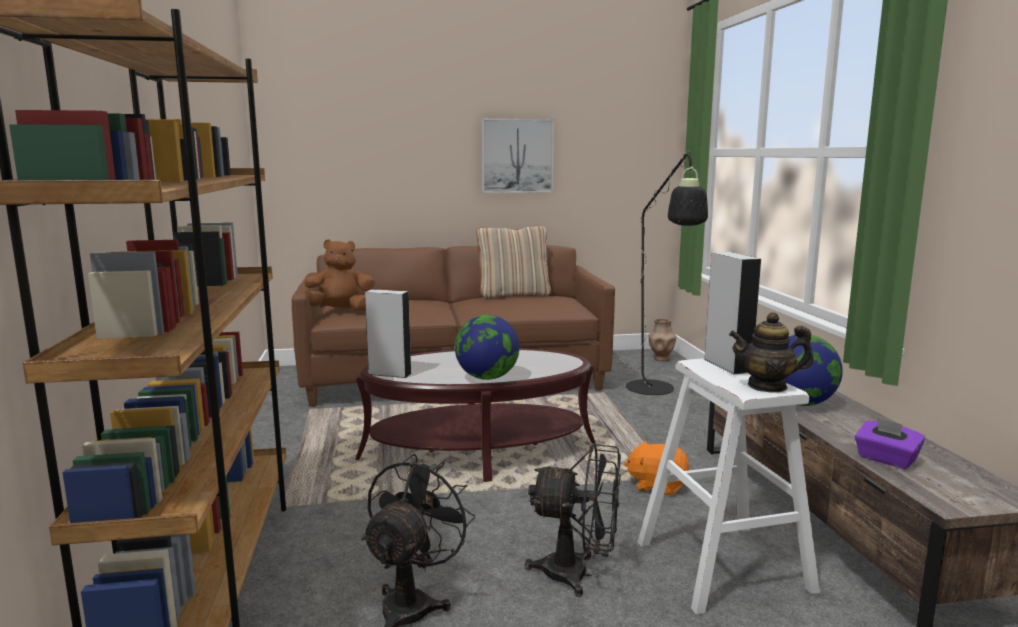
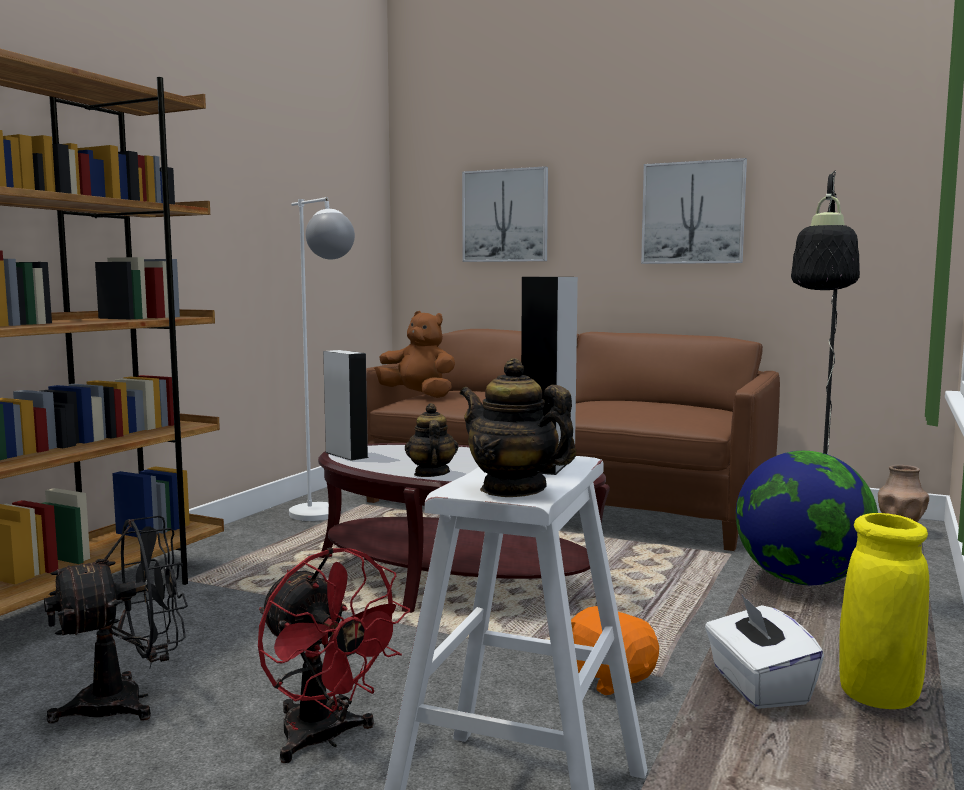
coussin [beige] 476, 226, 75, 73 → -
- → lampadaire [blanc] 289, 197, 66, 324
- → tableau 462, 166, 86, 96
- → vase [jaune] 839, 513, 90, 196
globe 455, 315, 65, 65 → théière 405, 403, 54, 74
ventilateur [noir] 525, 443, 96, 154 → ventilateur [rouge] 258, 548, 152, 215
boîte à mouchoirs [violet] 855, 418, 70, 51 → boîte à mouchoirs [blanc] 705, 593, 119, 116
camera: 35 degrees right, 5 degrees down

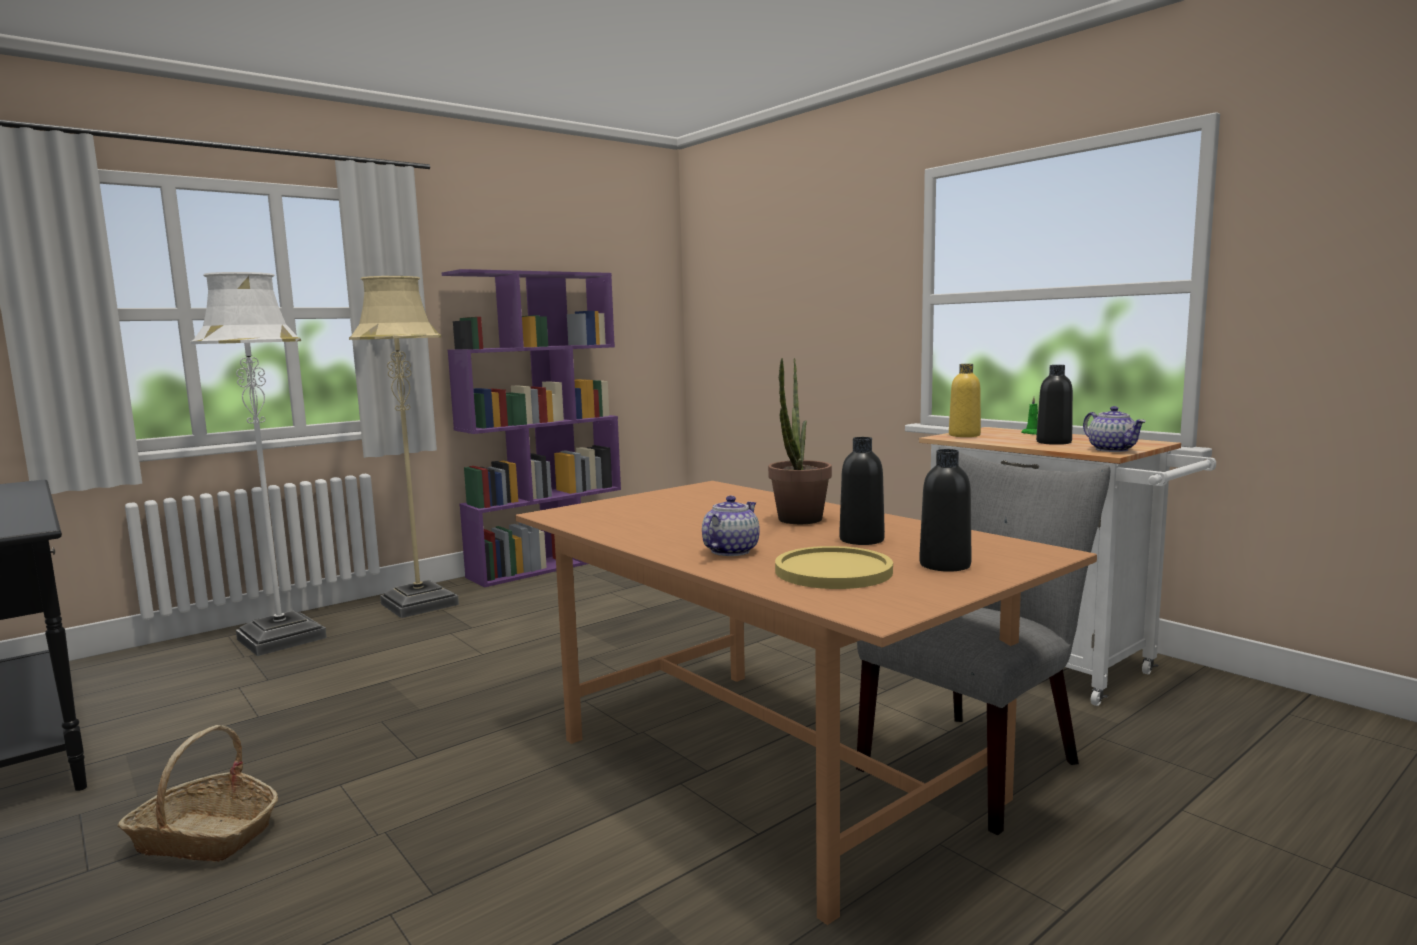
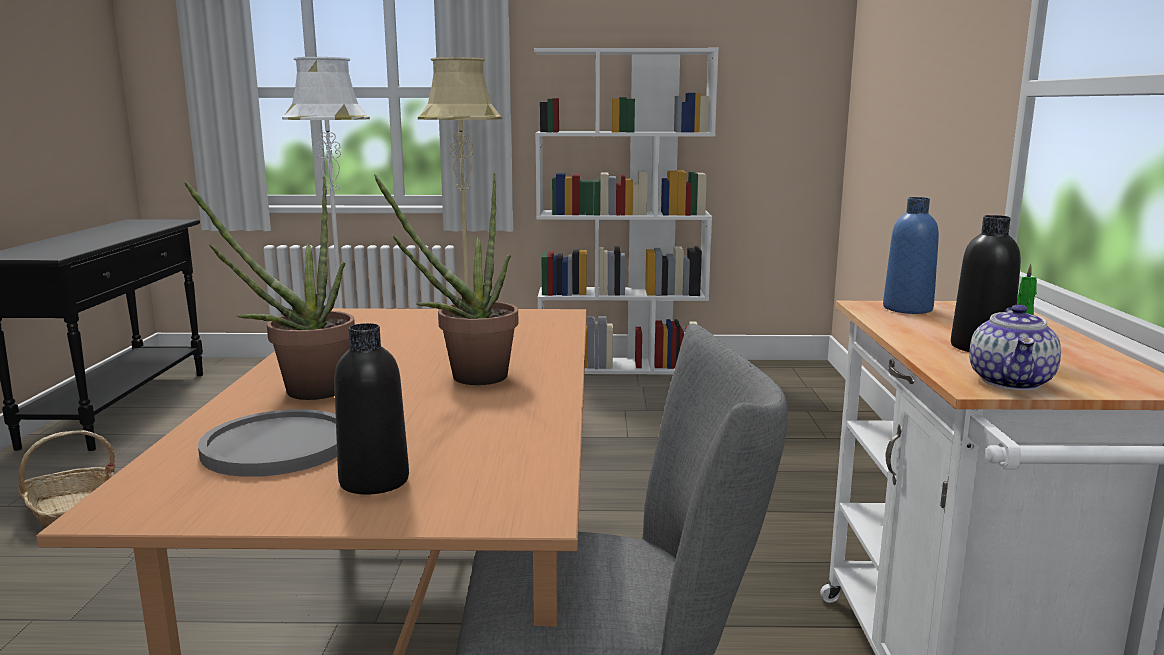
bouteille [noir] 840, 437, 45, 108 → -
théière 702, 496, 58, 60 → plante en pot 183, 177, 172, 223
bibliothèque [violet] 442, 269, 179, 318 → bibliothèque [blanc] 534, 48, 185, 326
assiette [jaune] 775, 546, 118, 43 → assiette [gris] 198, 409, 139, 68
bouteille [jaune] 949, 364, 32, 73 → bouteille [bleu] 883, 197, 56, 117
camera: 40 degrees right, 5 degrees up

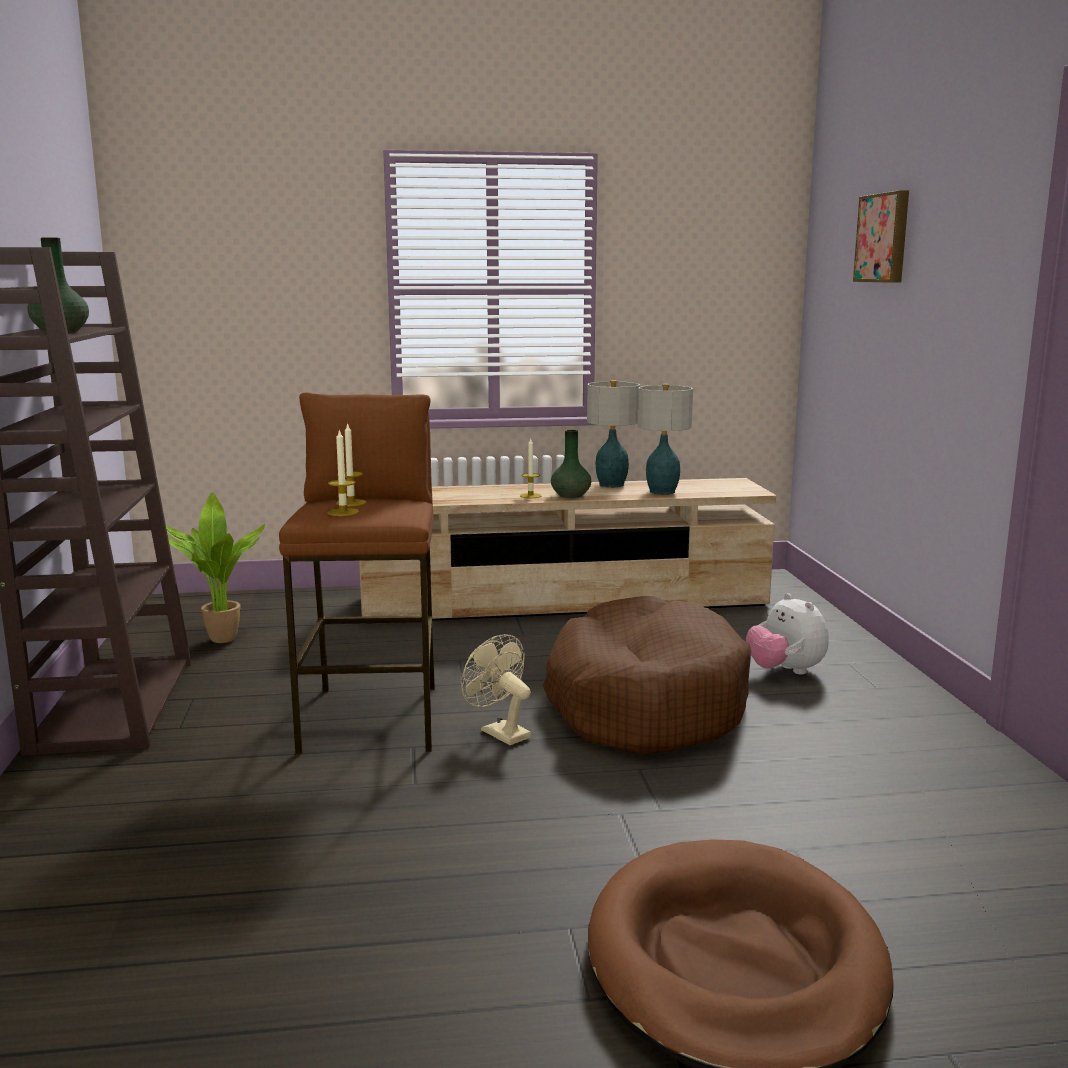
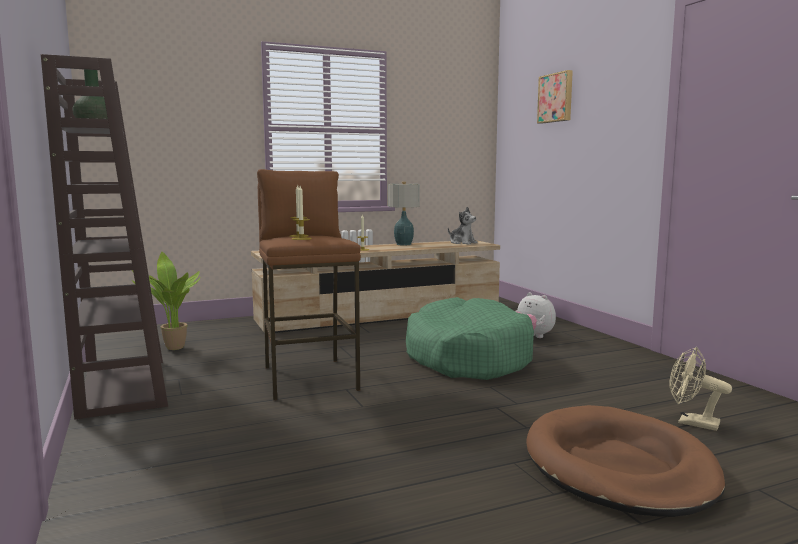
vase [vert] 551, 430, 40, 68 → -
lampe de table 637, 384, 56, 111 → -
- → peluche 448, 206, 30, 39
ventilateur [beige] 461, 634, 70, 111 → ventilateur [beige] 669, 347, 63, 84, shifted
panier pour chien [marron] 543, 596, 208, 159 → panier pour chien [vert] 406, 297, 128, 83
camera: 15 degrees left, 5 degrees down

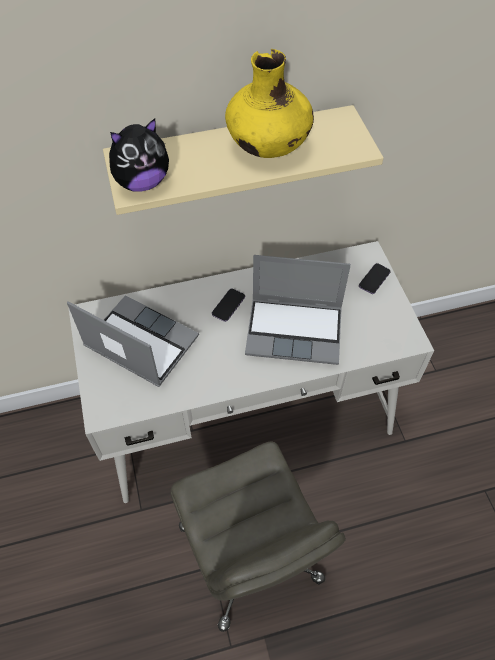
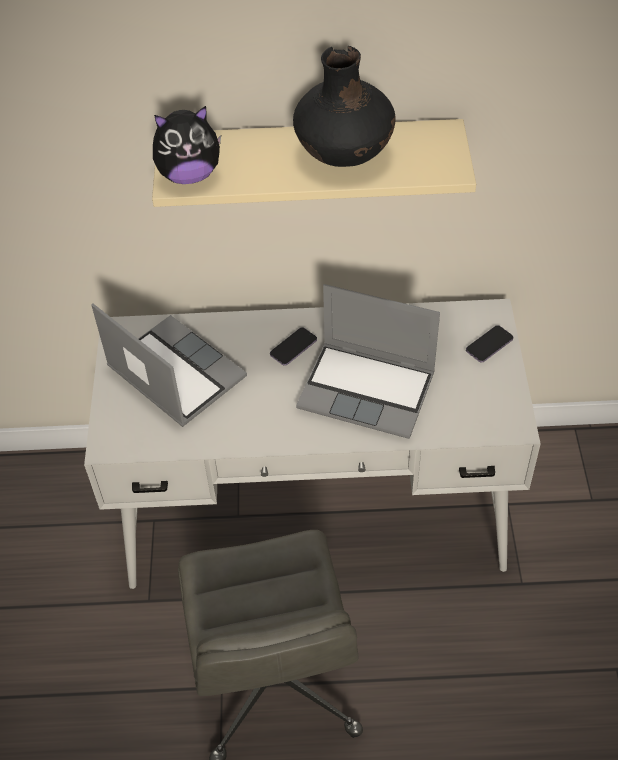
vase [jaune] 225, 49, 89, 109 → vase [noir] 293, 46, 103, 121
camera: 15 degrees right, 5 degrees down

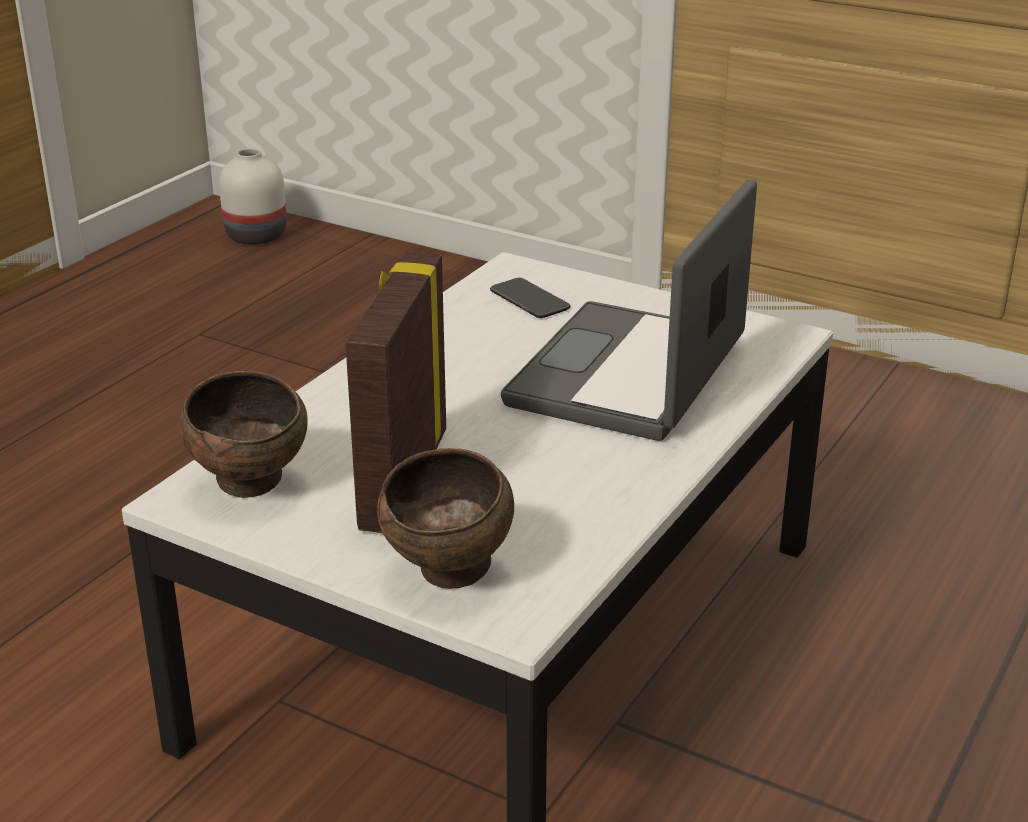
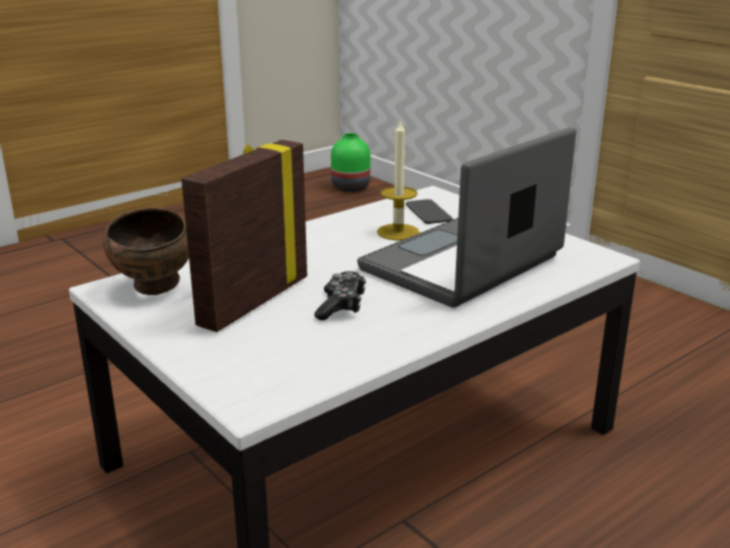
bol [marron] 377, 448, 137, 141 → -
- → manette 314, 271, 52, 50
- → bougie 377, 119, 43, 122
vase [blanc] 219, 148, 68, 97 → vase [vert] 331, 133, 39, 59
camera: 20 degrees right, 5 degrees down

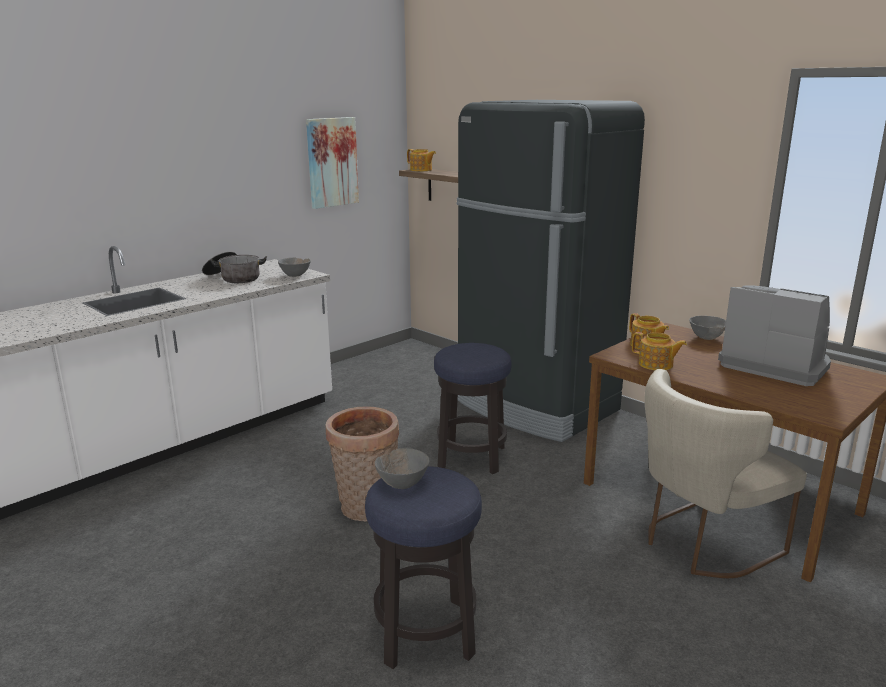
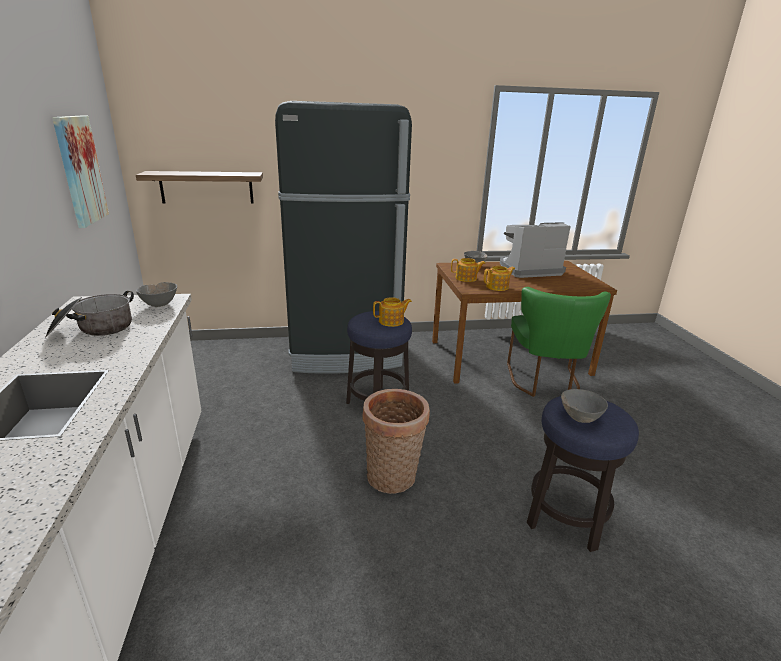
théière 407, 149, 29, 22 → théière 373, 297, 39, 30, shifted
chaise [beige] 645, 369, 162, 209 → chaise [vert] 507, 287, 104, 110
camera: 55 degrees left, 5 degrees up

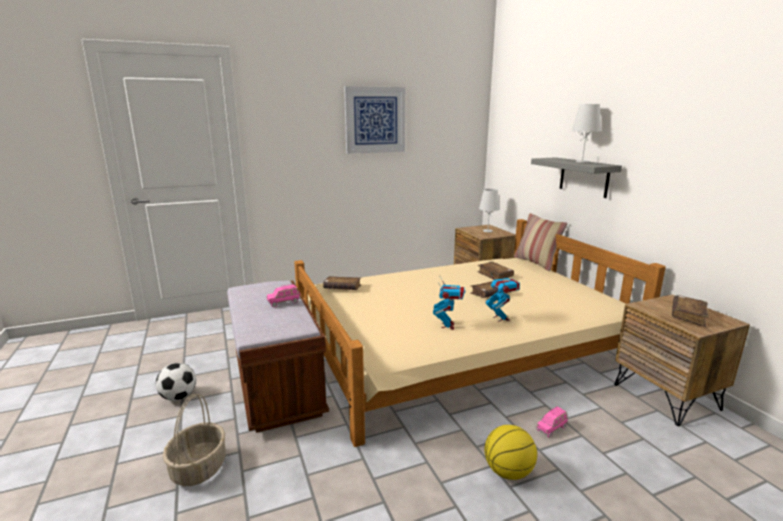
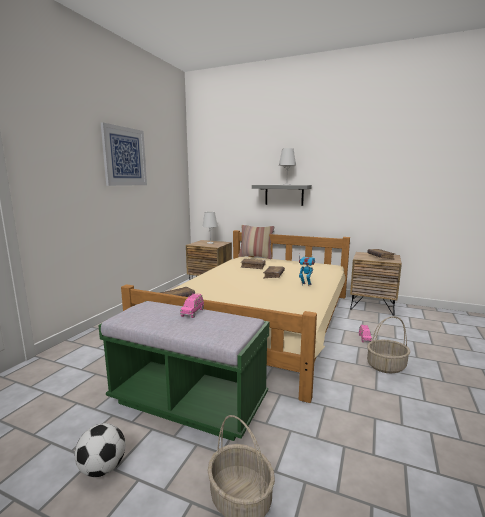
robot jouet 433, 277, 32, 53 → -
ballon de basket 484, 425, 53, 55 → panier 367, 316, 43, 57
banc [marron] 227, 281, 102, 152 → banc [vert] 98, 301, 171, 140
camera: 45 degrees left, 5 degrees down

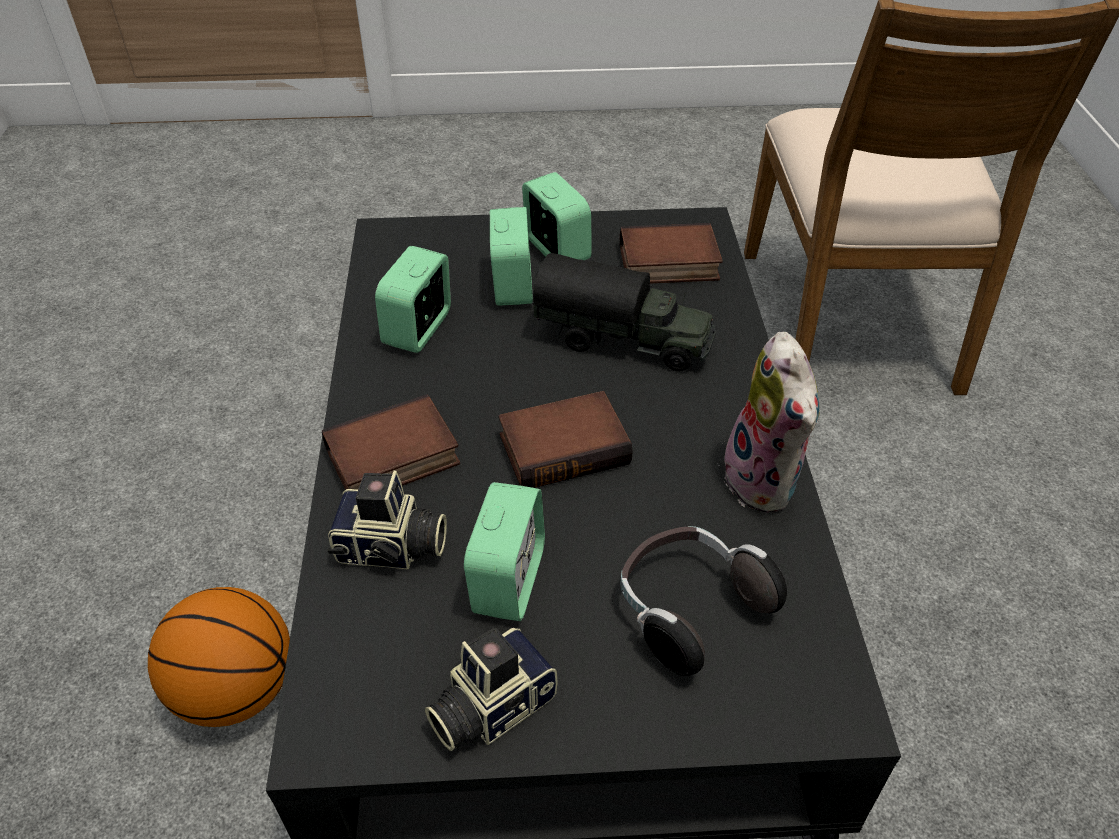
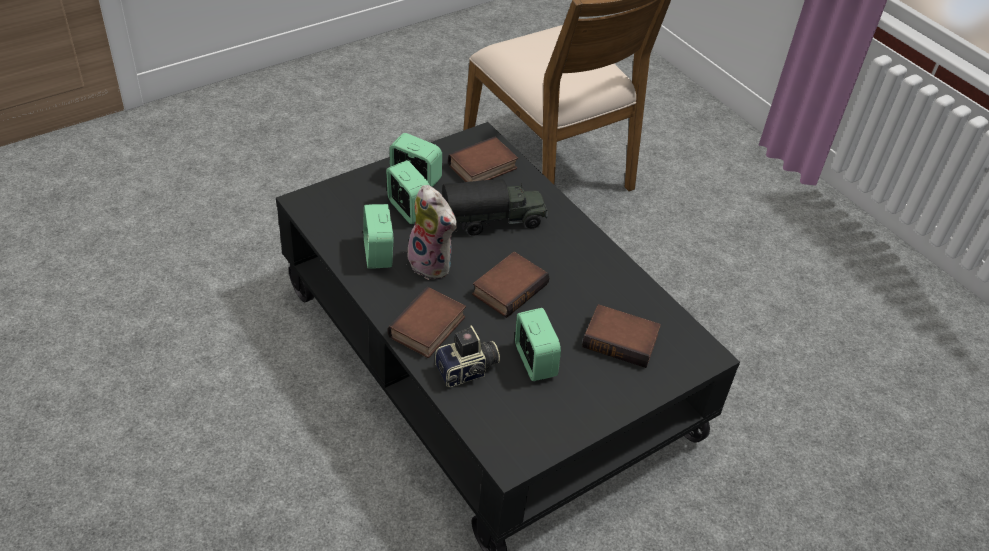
ballon de basket 148, 587, 142, 140 → -
appareil photo 425, 628, 133, 123 → -
peluche 724, 332, 96, 181 → peluche 407, 185, 50, 95, shifted
casque audio 620, 526, 167, 150 → livre 582, 304, 79, 64
camera: 35 degrees left, 0 degrees up

